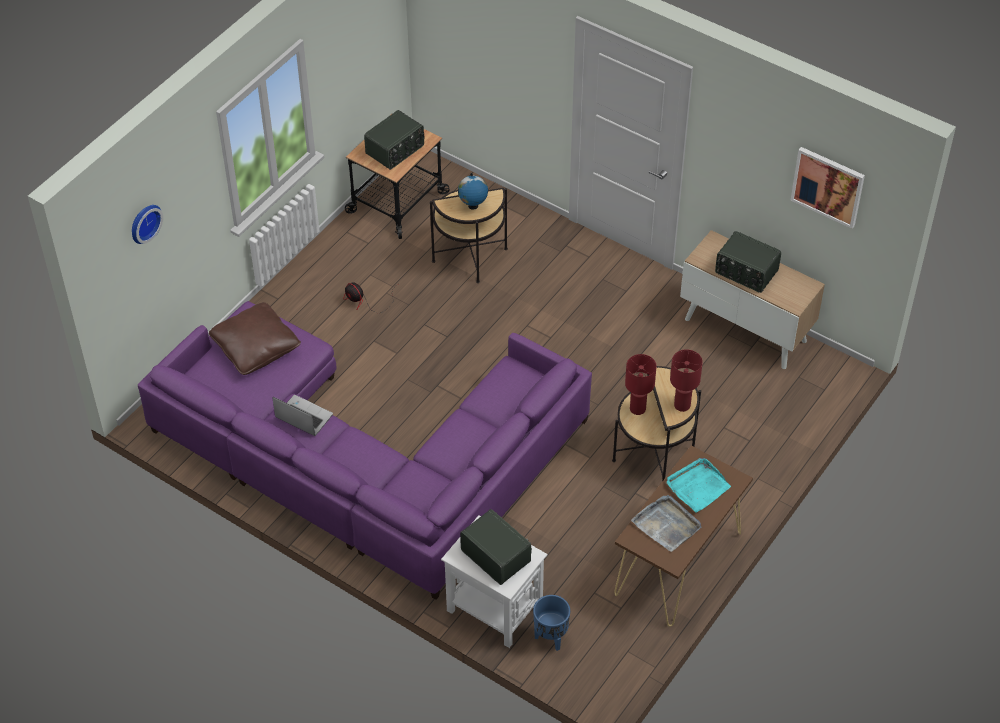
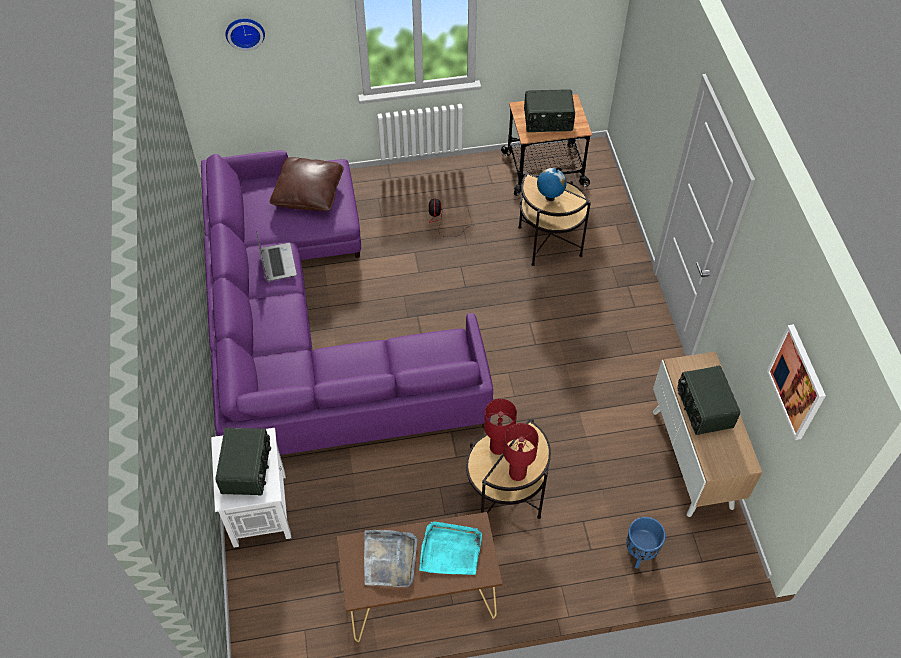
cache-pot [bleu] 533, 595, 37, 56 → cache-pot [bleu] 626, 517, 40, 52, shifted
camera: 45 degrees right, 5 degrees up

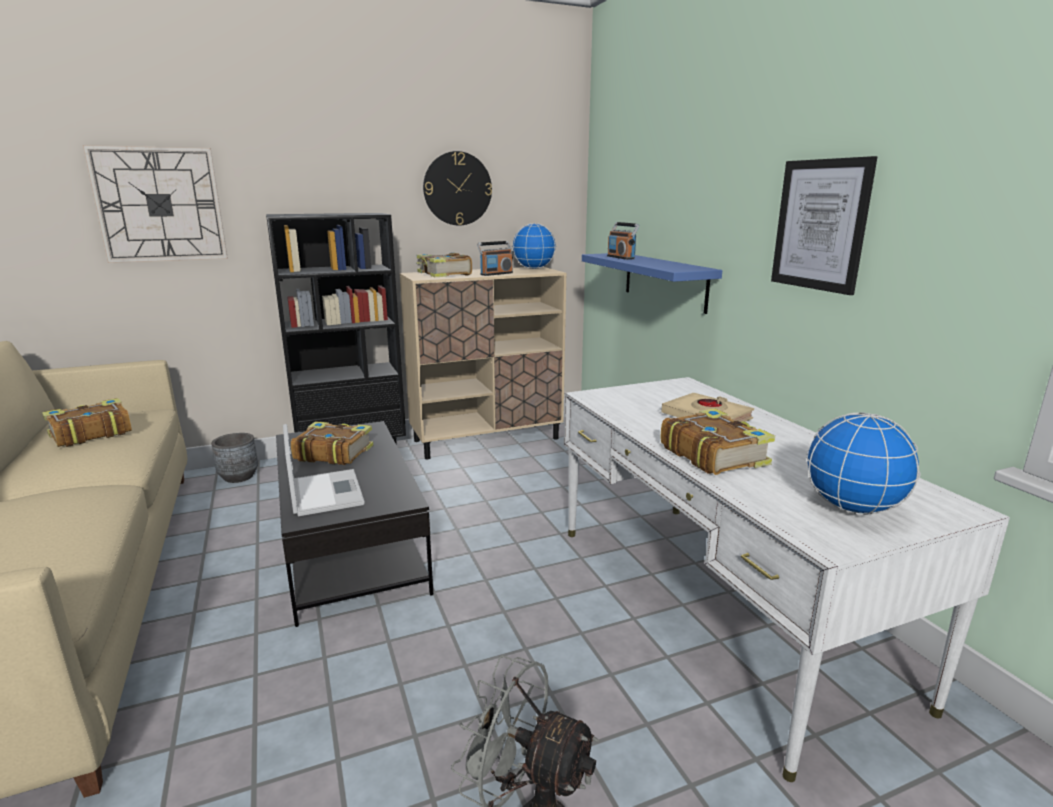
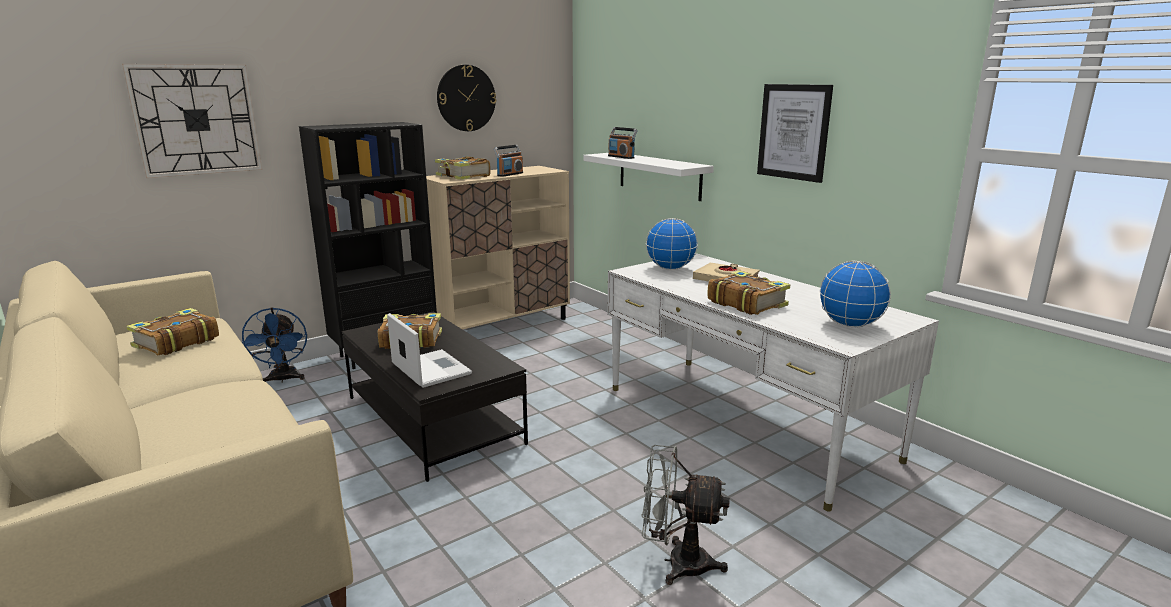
globe 512, 223, 44, 46 → globe 646, 218, 52, 52, shifted
cache-pot [gris] 211, 433, 47, 50 → ventilateur [bleu] 242, 307, 65, 76
étagère [bleu] 582, 253, 140, 61 → étagère [blanc] 583, 153, 131, 48
camera: 15 degrees left, 0 degrees up

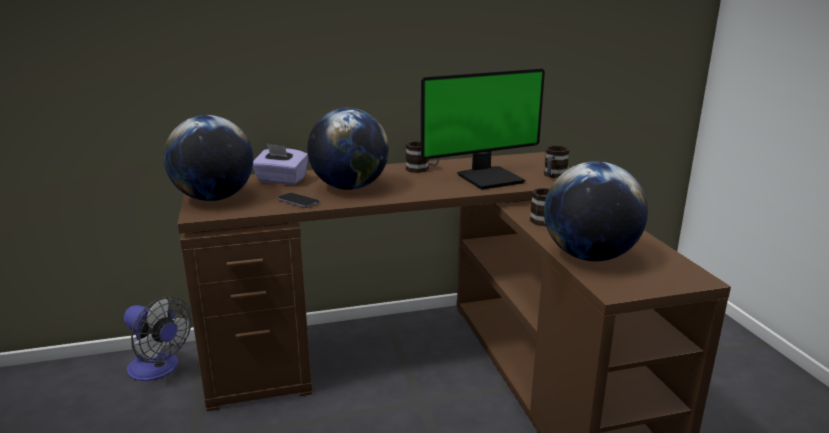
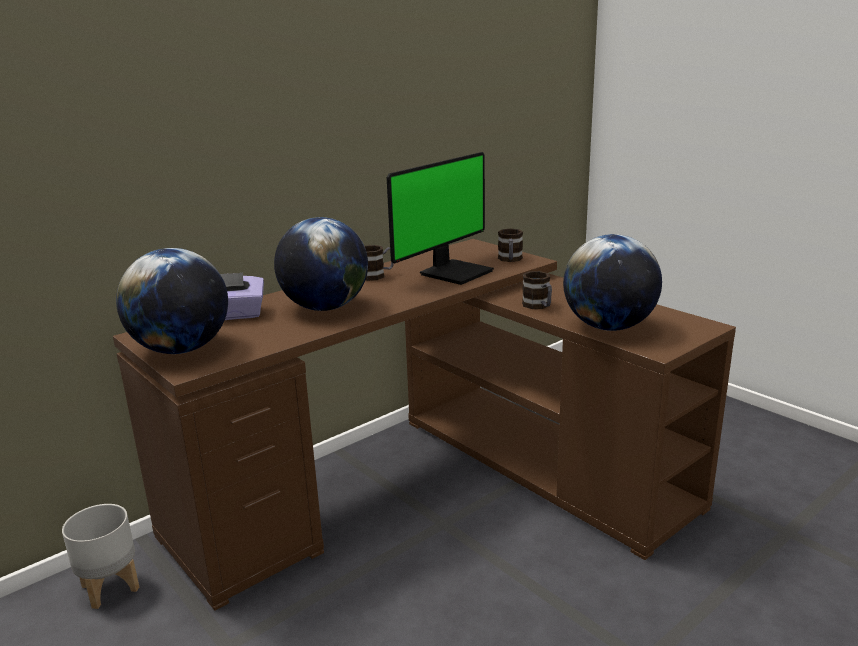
téléphone 277, 192, 43, 16 → -
ventilateur 124, 296, 68, 85 → cache-pot [gris] 62, 504, 77, 105
camera: 25 degrees left, 0 degrees up

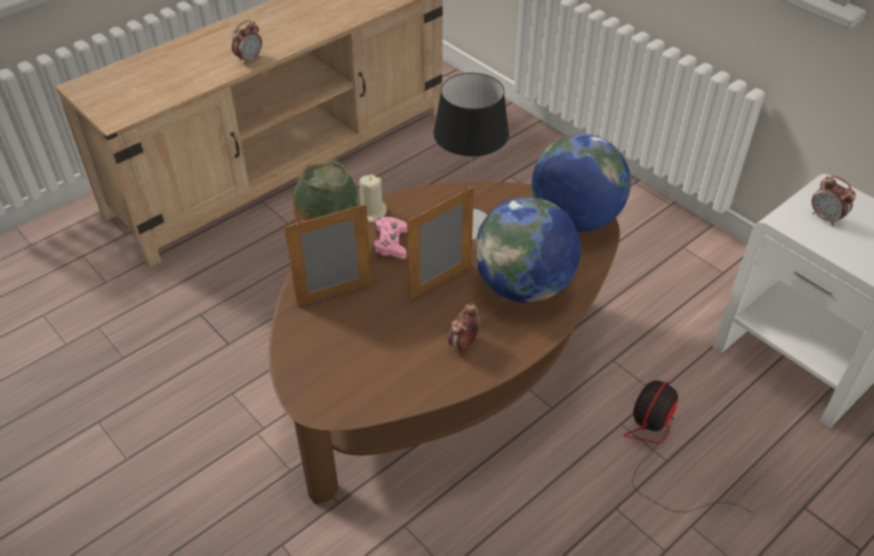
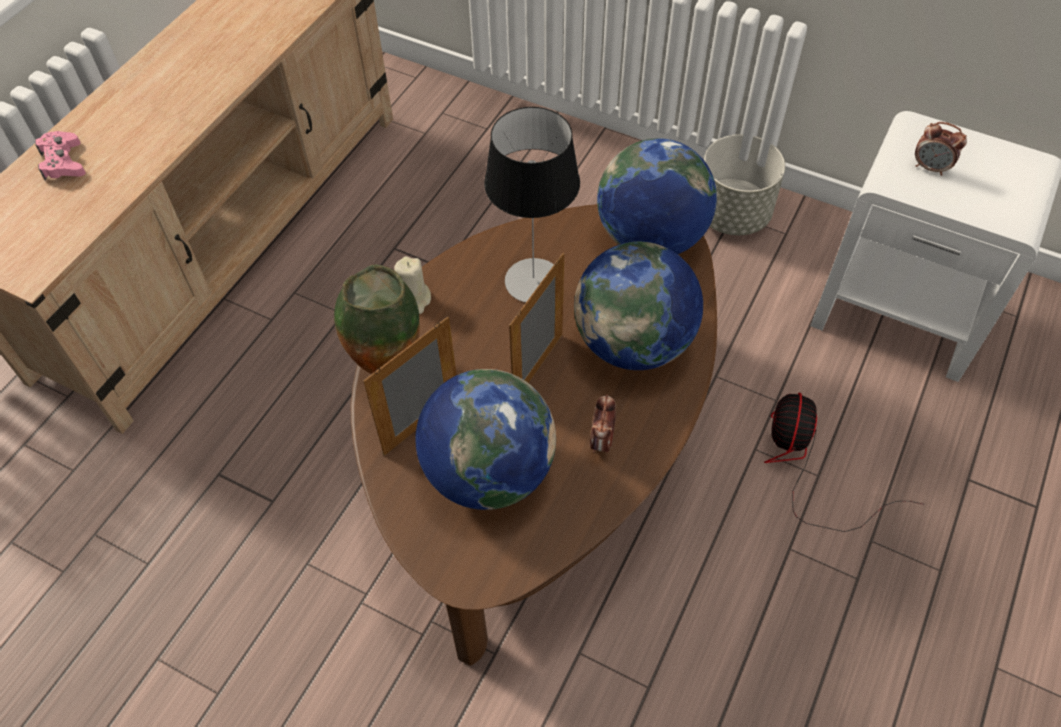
réveil 232, 20, 30, 45 → -
- → globe 415, 369, 141, 141
- → cache-pot [gris] 704, 134, 81, 101
manette [rose] 374, 217, 33, 42 → manette [rose] 35, 131, 51, 50, shifted
camera: 20 degrees left, 10 degrees up

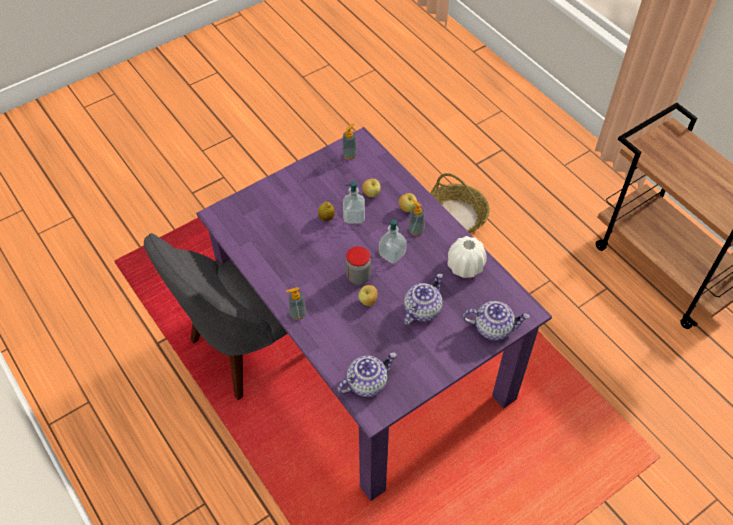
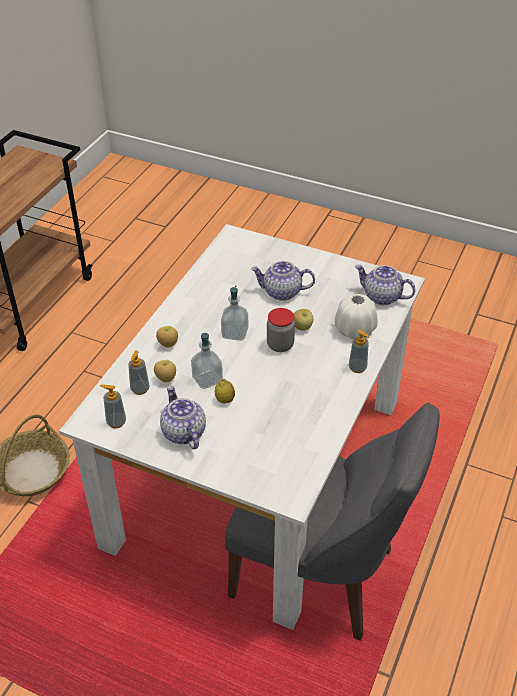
distributeur de savon 408, 199, 17, 37 → distributeur de savon 128, 350, 22, 45, shifted
vase [blanc] 448, 236, 39, 42 → vase [blanc] 335, 294, 43, 45, shifted
théière 463, 301, 67, 40 → théière 160, 386, 46, 63, shifted
table à manger [violet] 196, 127, 356, 374 → table à manger [blanc] 59, 224, 366, 406
camera: 120 degrees left, 10 degrees down

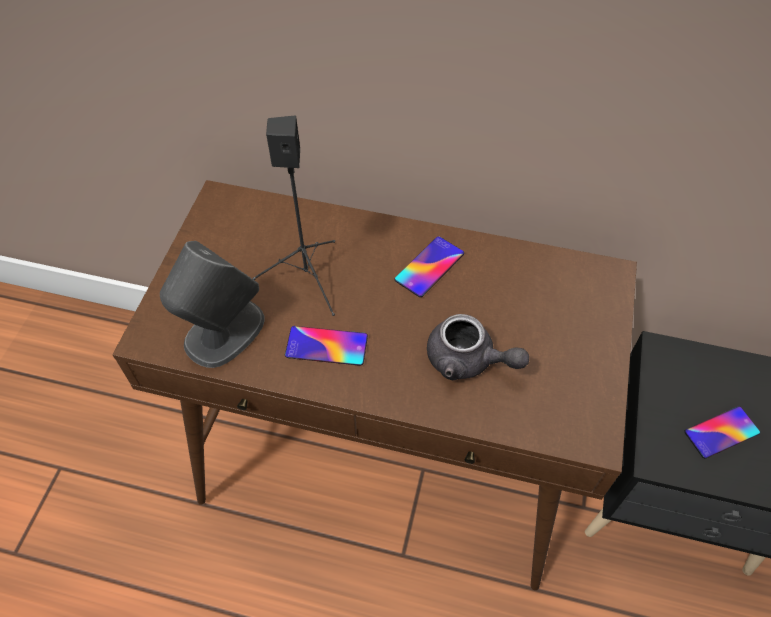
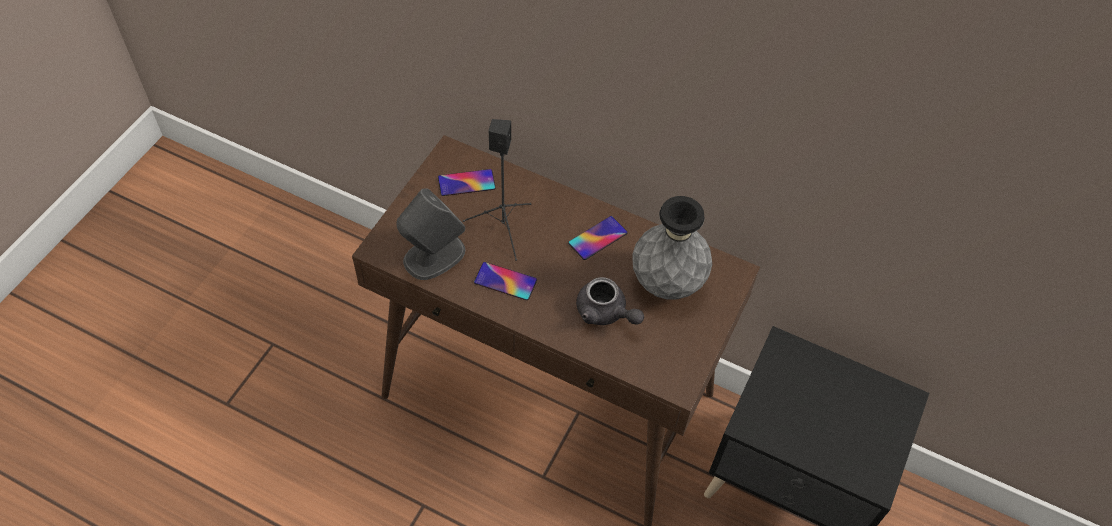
- → vase [gris] 632, 196, 80, 103
téléphone 684, 406, 76, 53 → téléphone 438, 169, 58, 27, shifted
camera: 10 degrees right, 0 degrees up

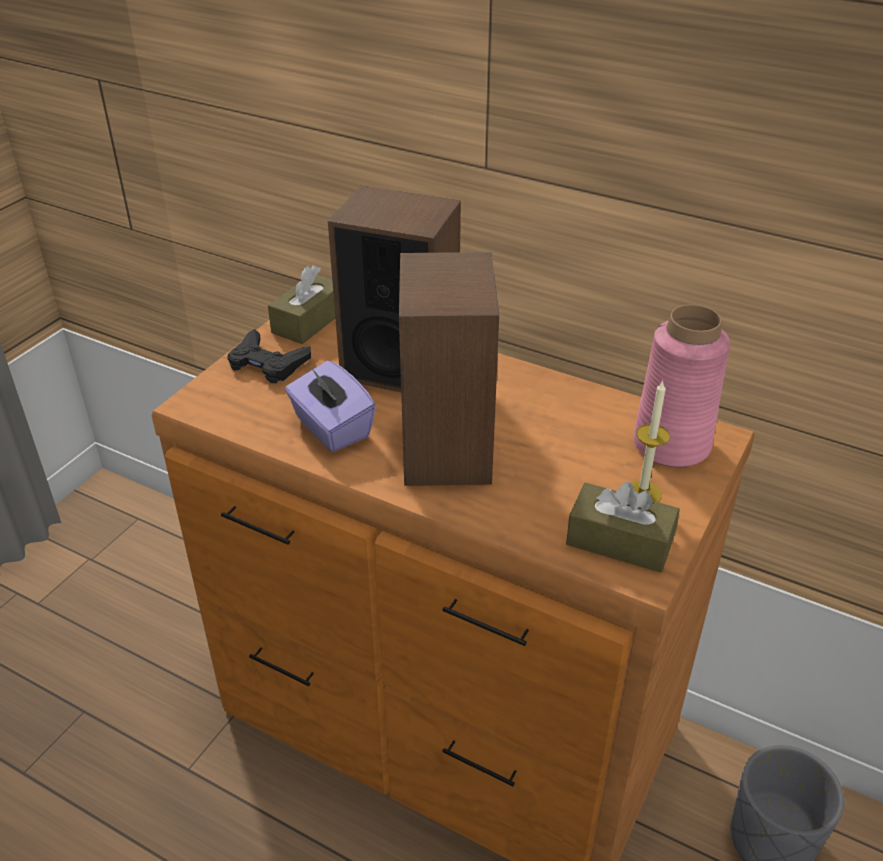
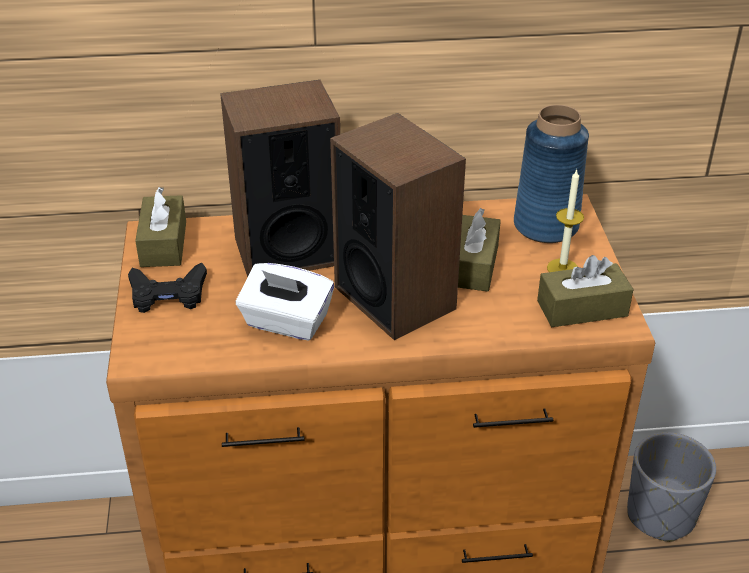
- → boîte à mouchoirs [marron] 458, 208, 43, 84
boîte à mouchoirs [violet] 285, 361, 91, 91 → boîte à mouchoirs [blanc] 236, 263, 98, 78
vase [rose] 633, 305, 97, 162 → vase [bleu] 514, 105, 75, 138
camera: 35 degrees left, 0 degrees up

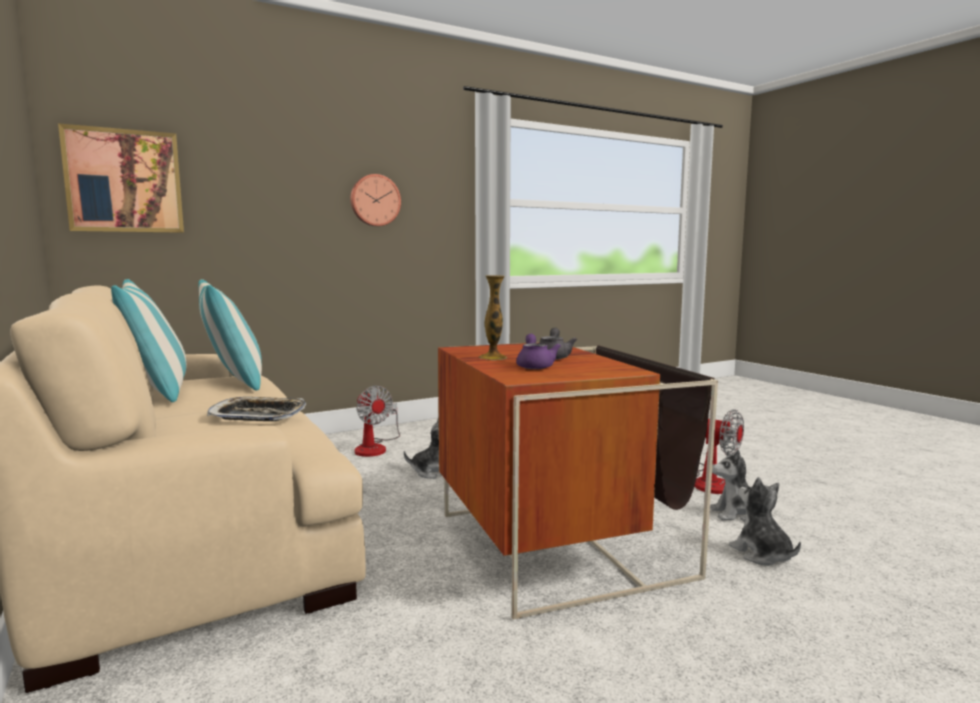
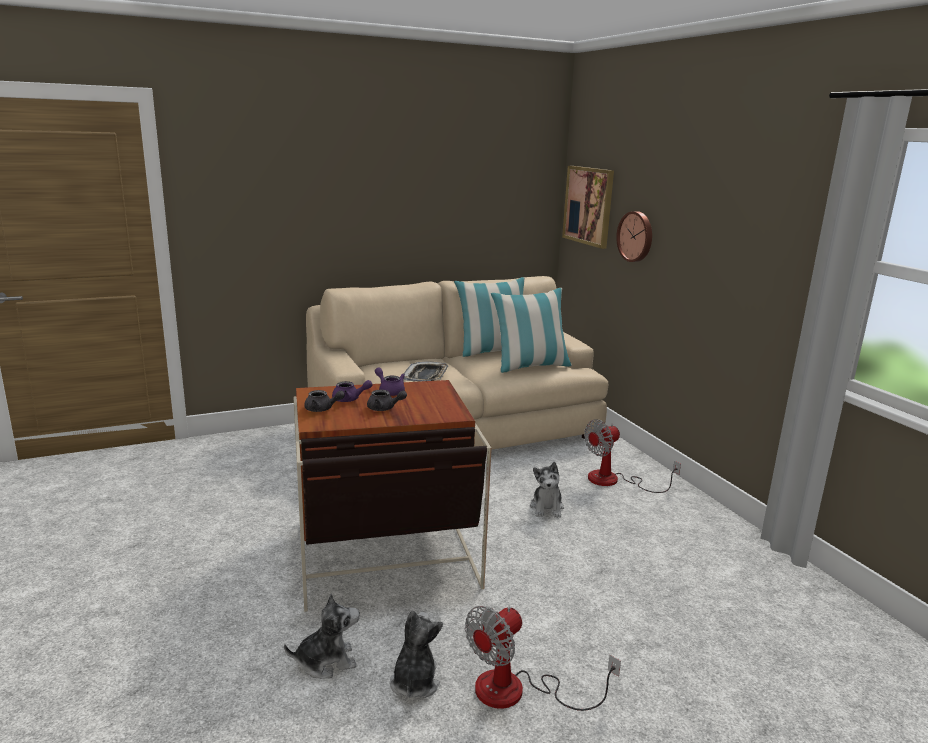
- → théière [gris] 304, 390, 41, 22
horloge murale 351, 174, 50, 52 → horloge murale 616, 211, 36, 51, shifted
vase 479, 275, 28, 85 → théière [violet] 375, 368, 30, 28
camera: 95 degrees right, 10 degrees up

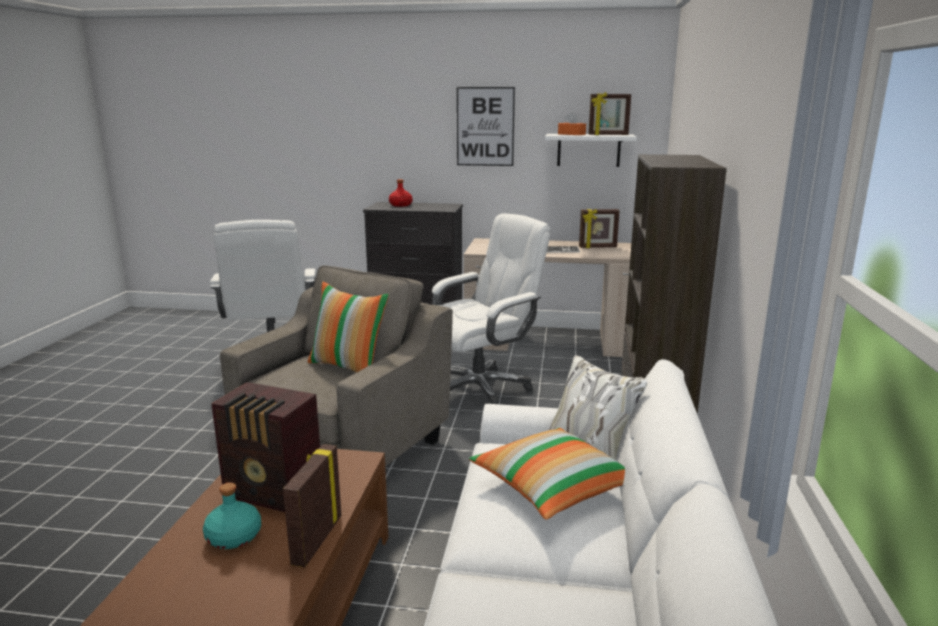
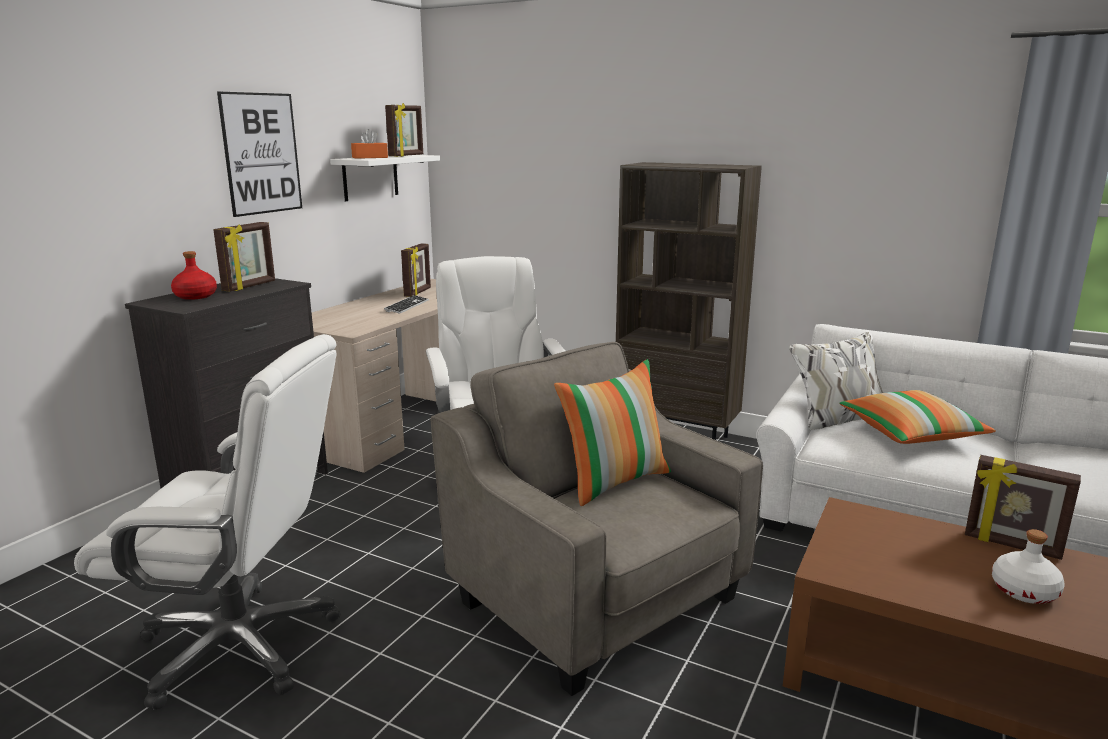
radio 211, 382, 109, 130 → -
- → cadre photo 213, 222, 62, 70
bouteille [turquoise] 203, 483, 58, 66 → bouteille [blanc] 992, 529, 73, 75
camera: 70 degrees left, 0 degrees up

